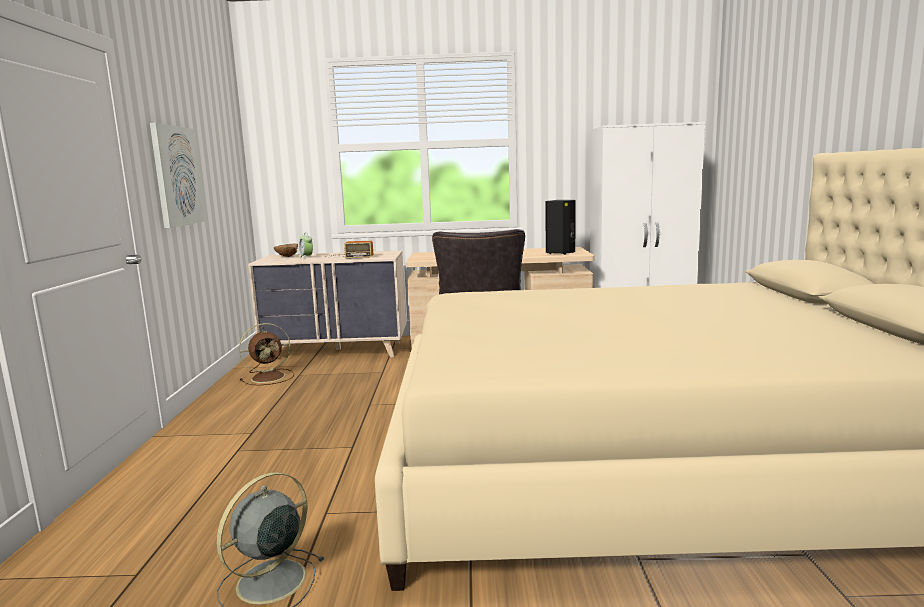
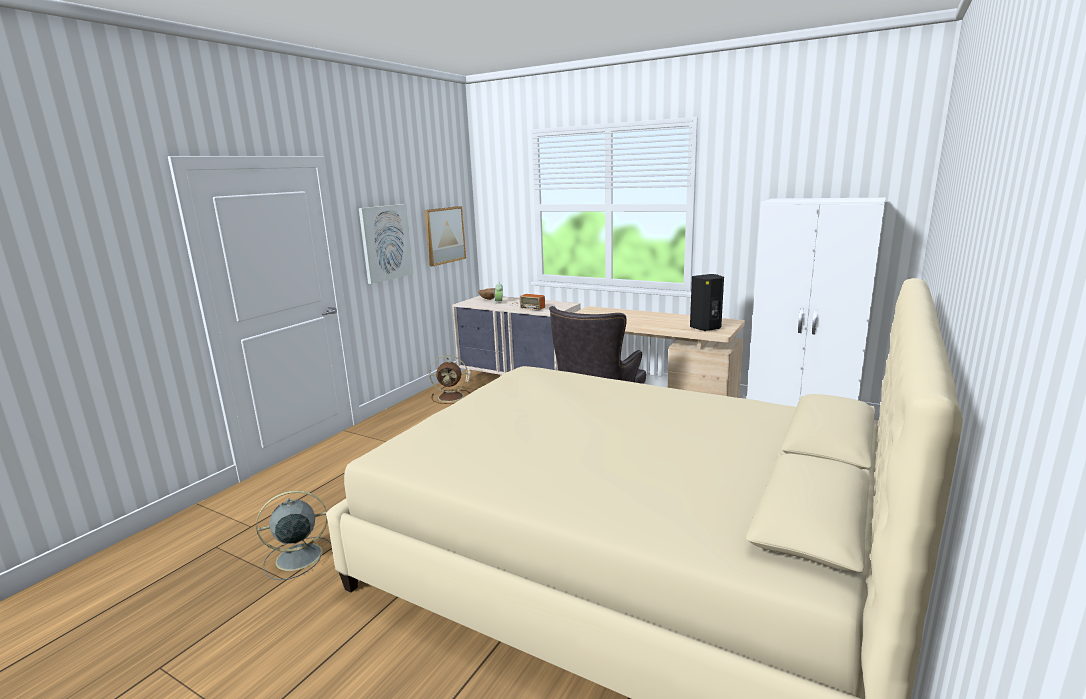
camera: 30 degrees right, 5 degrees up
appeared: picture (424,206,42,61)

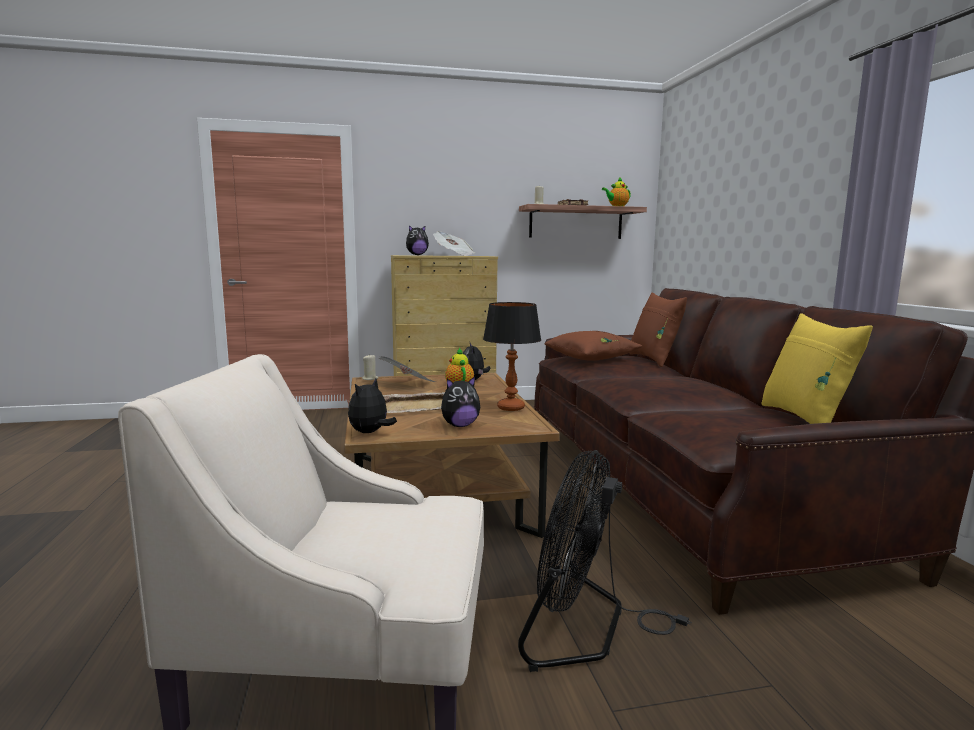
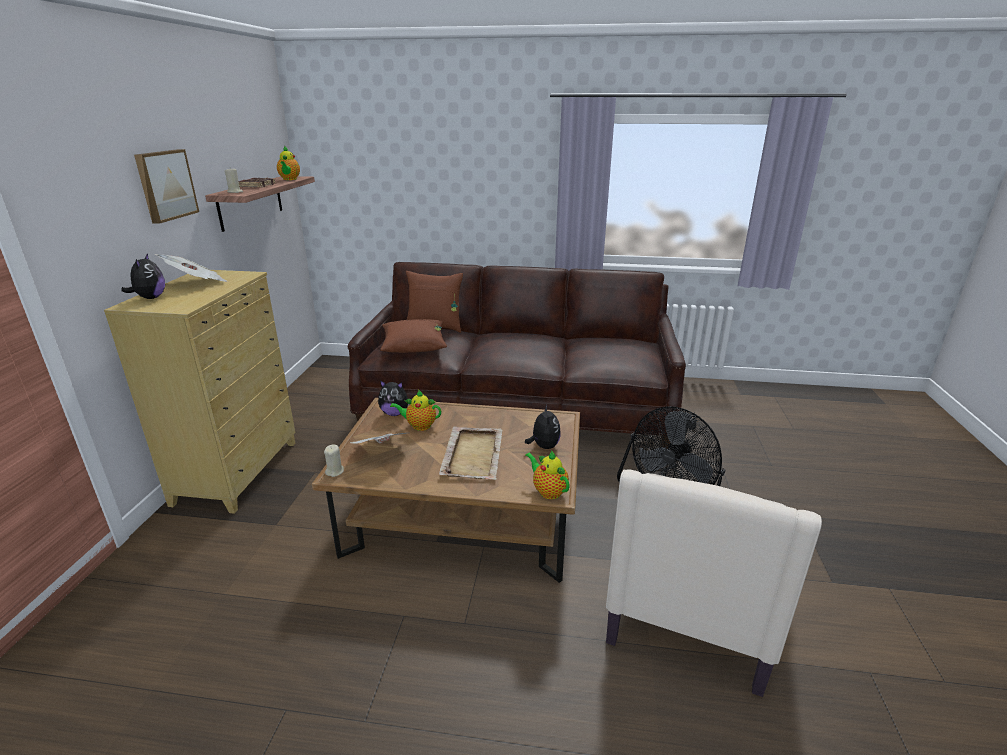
camera: 70 degrees left, 15 degrees up
missing: tabletop lamp (483,302,58,109); yellow-coloured cushion (761,313,112,111)
appeared: picture (134,149,65,75)
exchanged: cuddly toy (348,379,49,54) to tea pot (525,450,45,49)

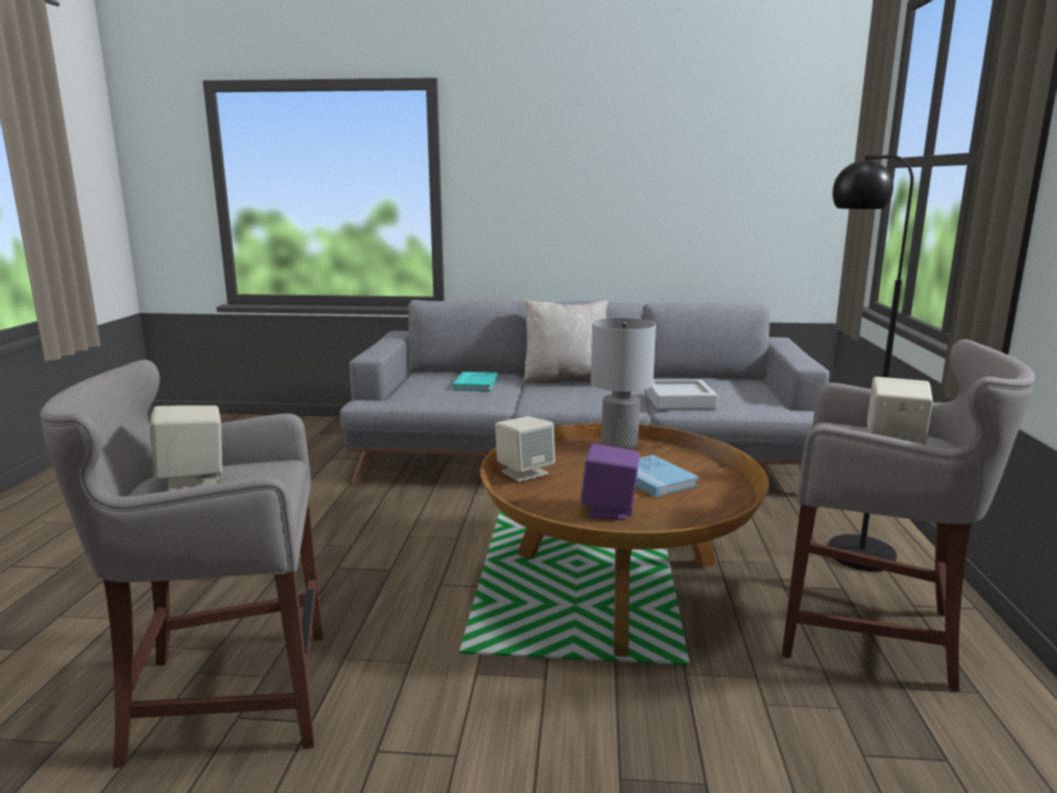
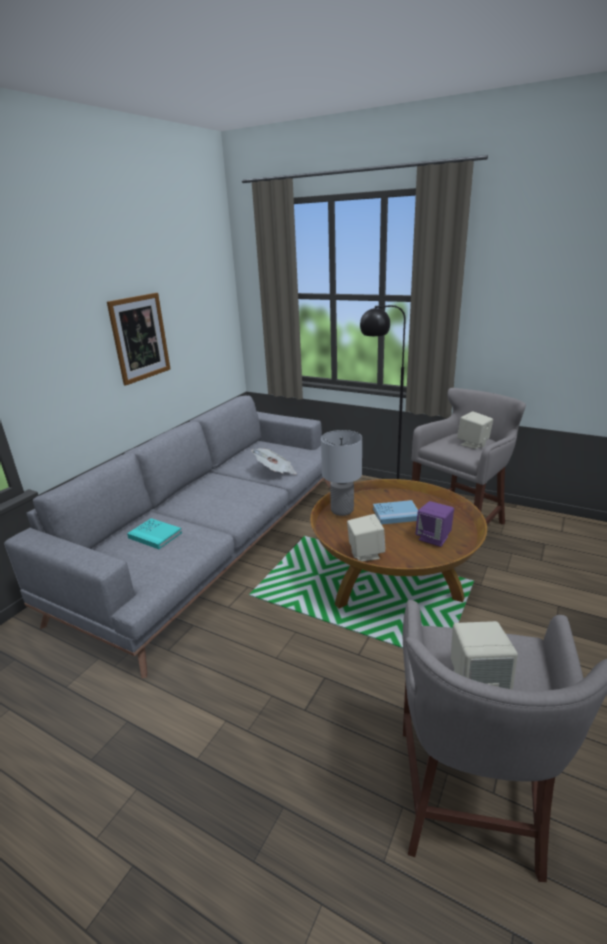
camera: 65 degrees left, 10 degrees up
missing: beige cushion (522,300,86,84)
appeared: picture (107,293,63,93)
exchanged: grey tray (646,379,71,30) to newspaper (251,448,46,26)

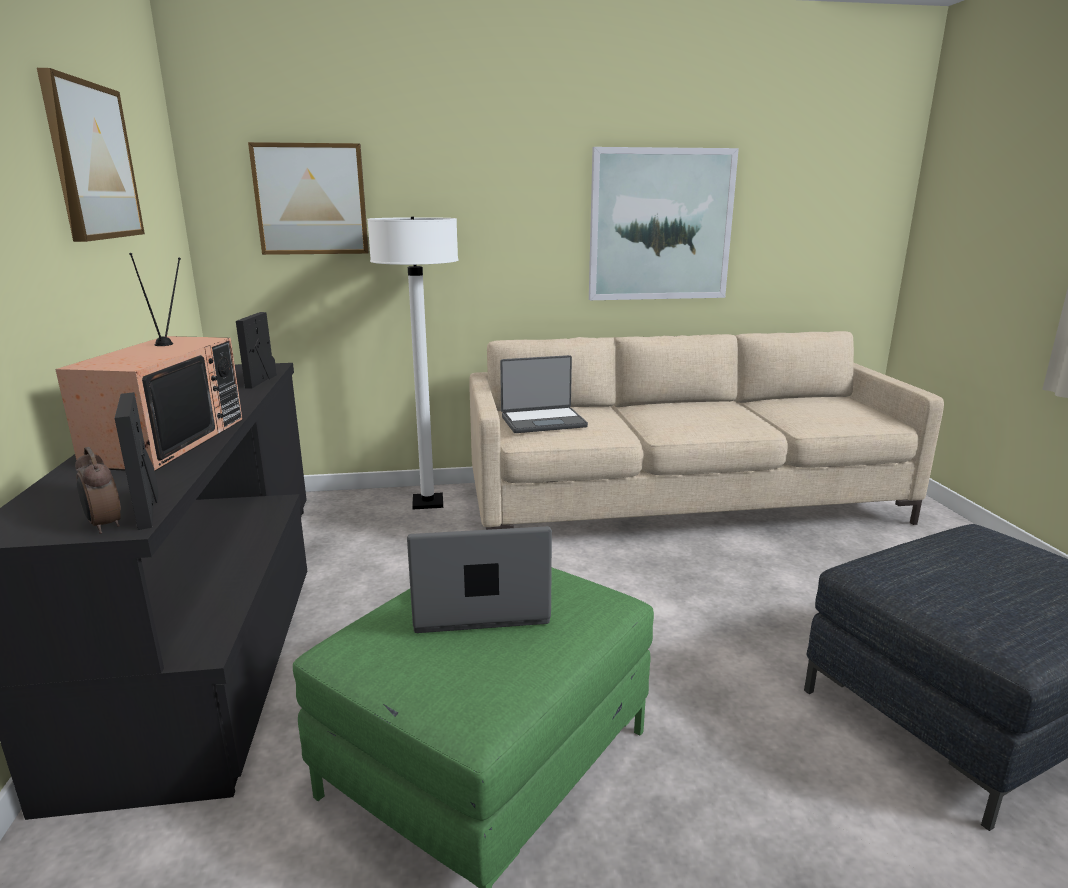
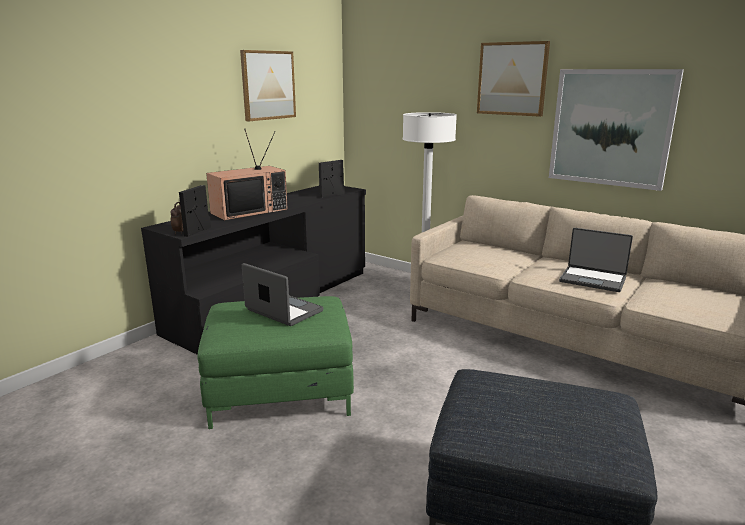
camera: 45 degrees right, 0 degrees up
relocated: picture (248,142,121,113) to (477,41,73,76); notebook computer (500,355,88,78) to (559,228,74,64)

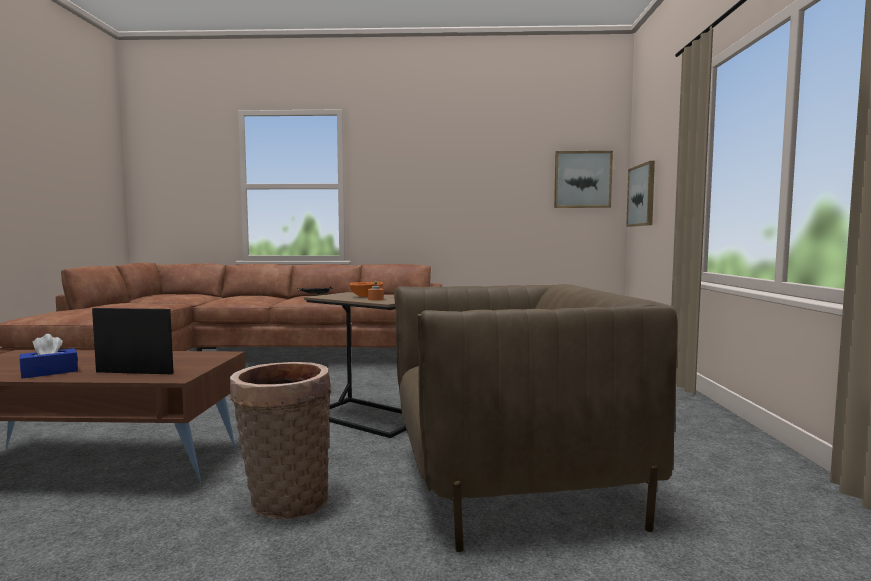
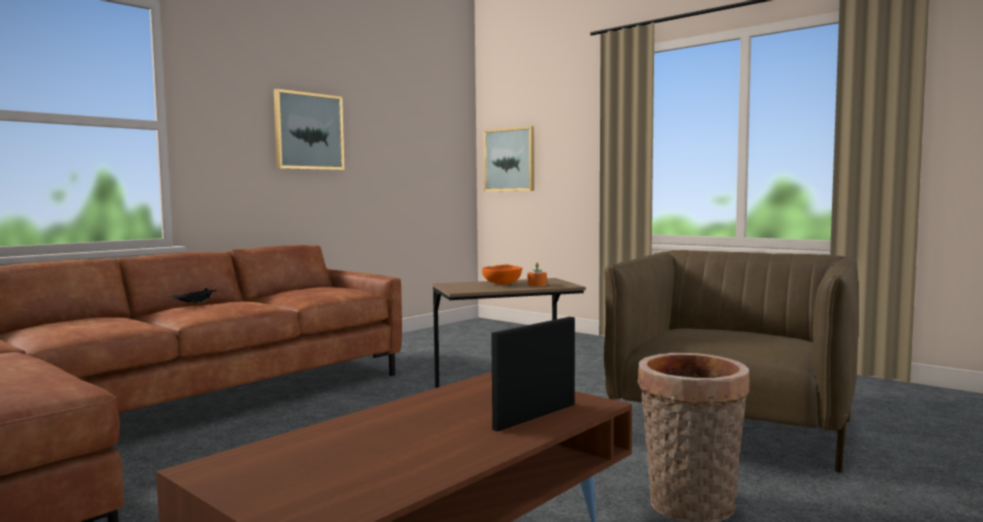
camera: 50 degrees left, 0 degrees up
missing: blue tissue holder (20,334,58,44)
relocated: picture (554,151,59,57) to (274,89,71,81)

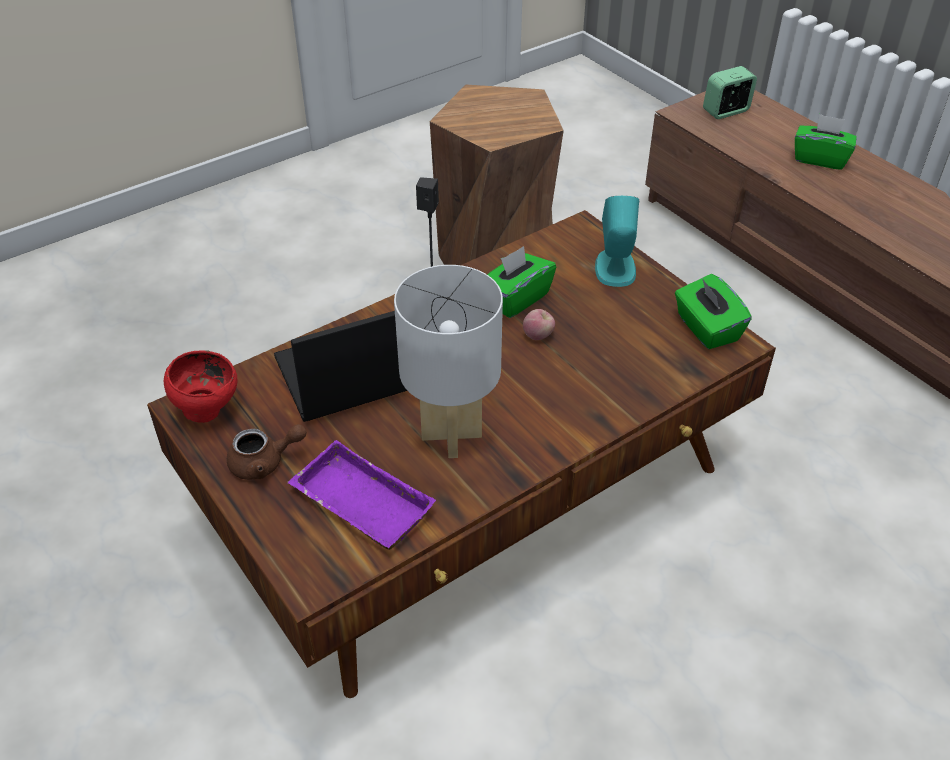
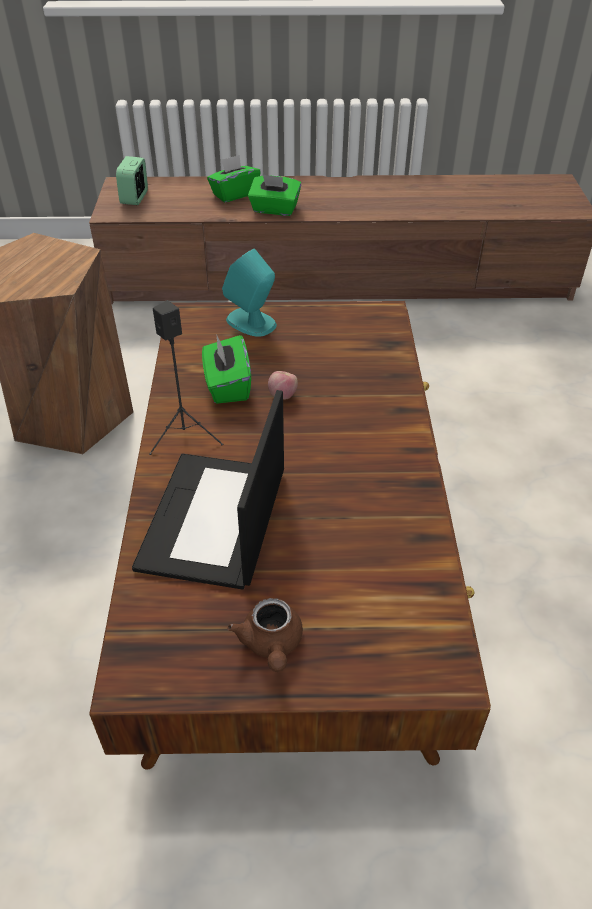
camera: 55 degrees left, 0 degrees up
missing: reddish serving bowl (164,350,74,73); purple tray (288,440,148,110); white tabletop lamp (394,265,109,193)
relocated: green tissue holder (675,274,77,75) to (248,174,53,42)
spun: brown-coloured tea pot (227,424,80,56) = (227,598,76,74) 150 degrees clockwise

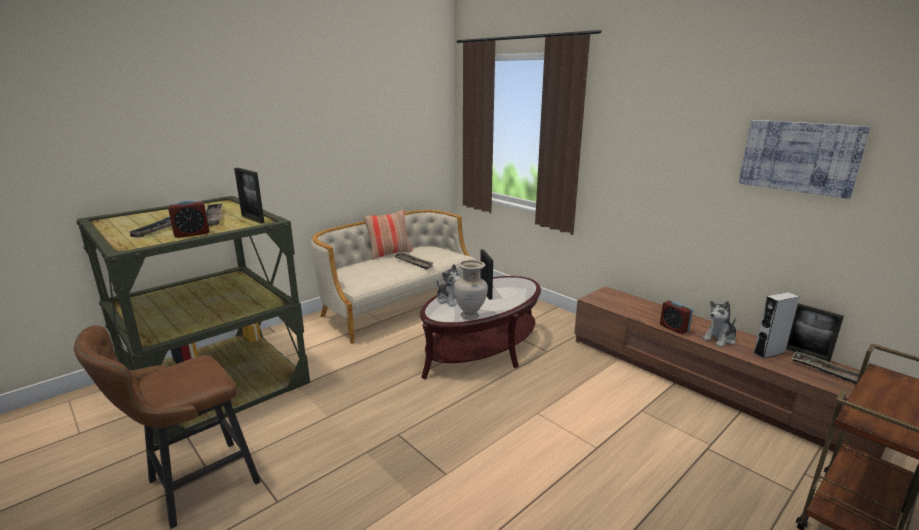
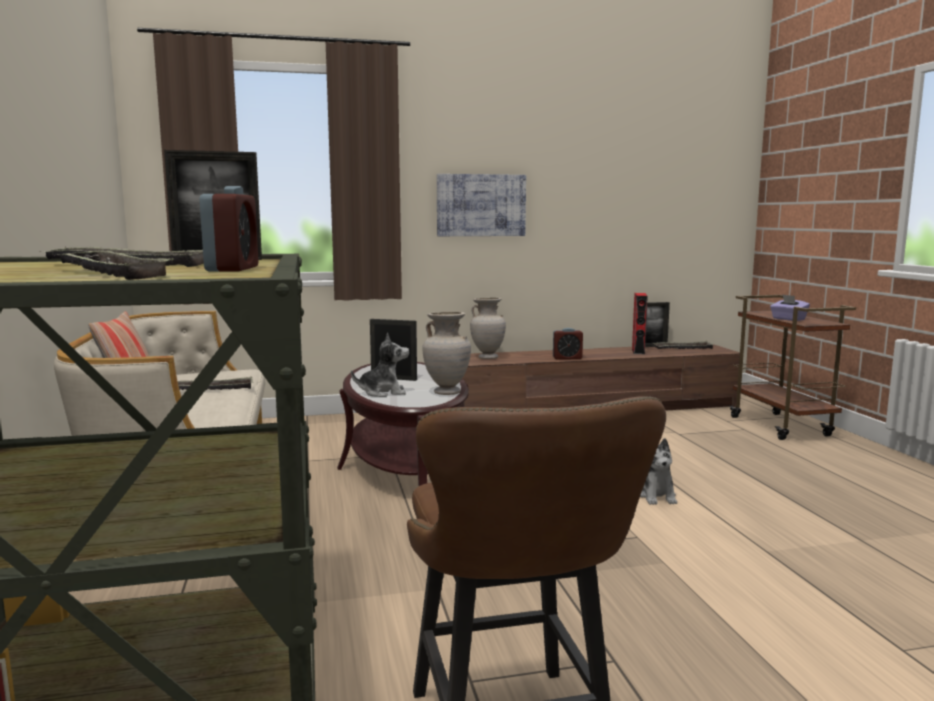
camera: 60 degrees left, 10 degrees down
appeared: beige decorative vase (470,298,36,61); purple tissue holder (770,294,40,27)
relocated: cuddly toy (702,301,34,46) to (640,438,37,67); picture (739,120,131,79) to (437,174,89,62)
colour: grey loudspeaker (754,292,46,67) to reddish loudspeaker (632,293,16,61)

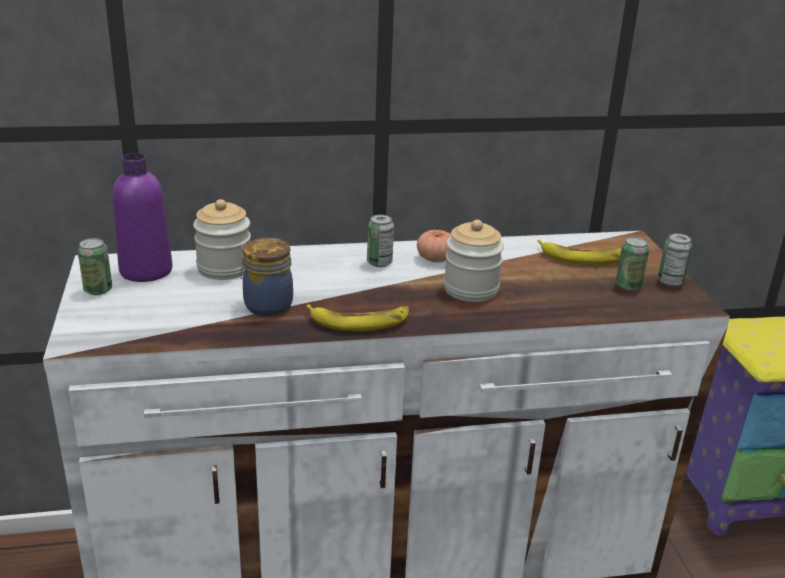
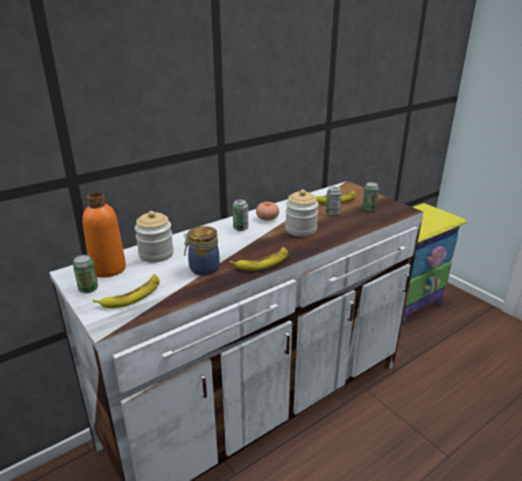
camera: 25 degrees left, 0 degrees up
appeared: banana (93,274,67,34)
relocated: metal can (658,233,34,54) to (326,186,16,30)
colour: purple drink bottle (113,153,60,129) to orange drink bottle (82,192,44,86)

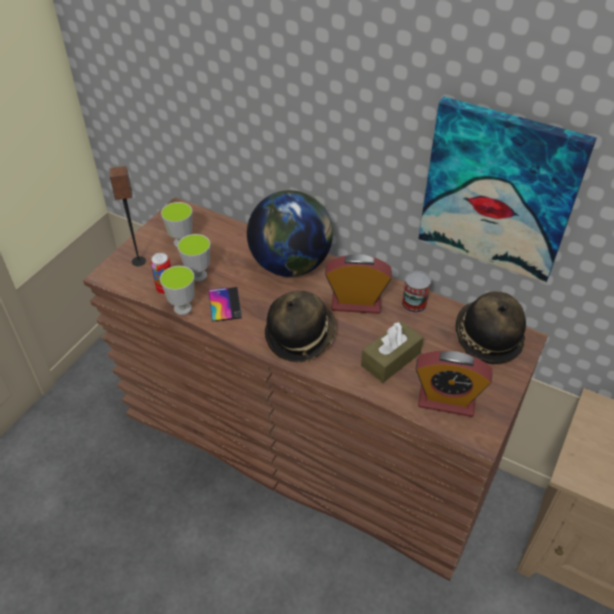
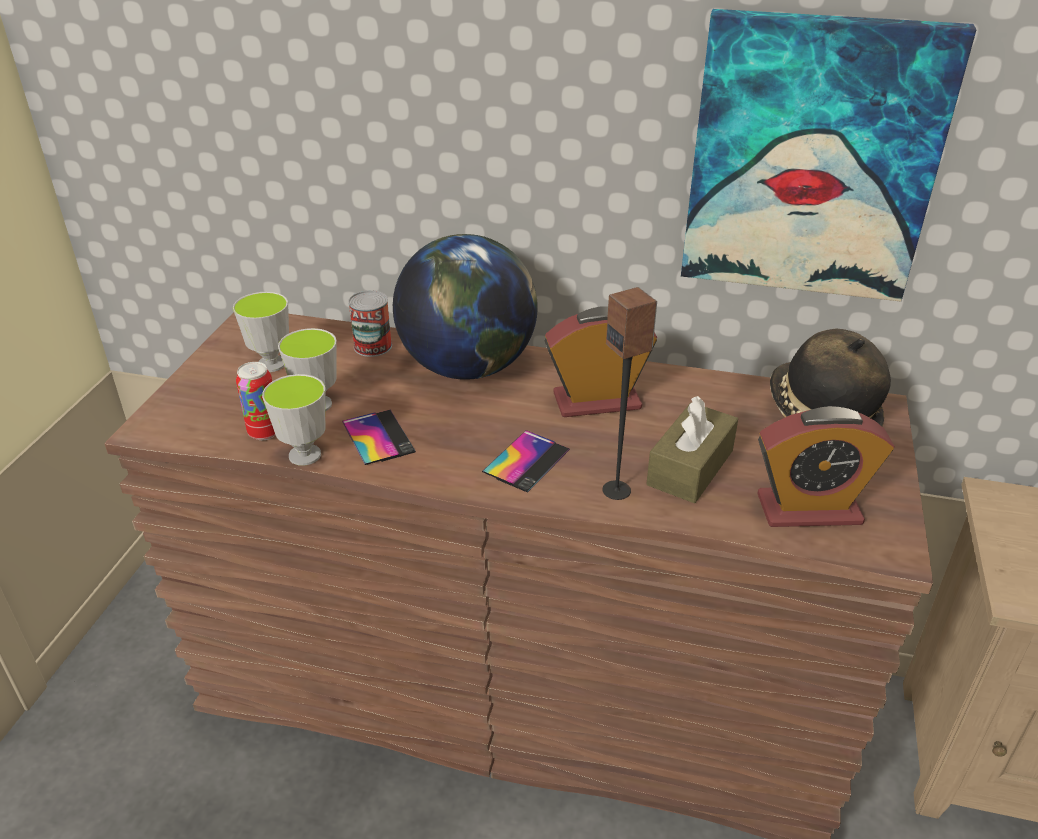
camera: 15 degrees left, 10 degrees down
relocated: loudspeaker (109,166,37,100) to (603,287,54,213); metal can (402,271,29,42) to (348,290,44,67)
exchanged: wearable hat (265,291,71,71) to phone (482,430,88,63)

